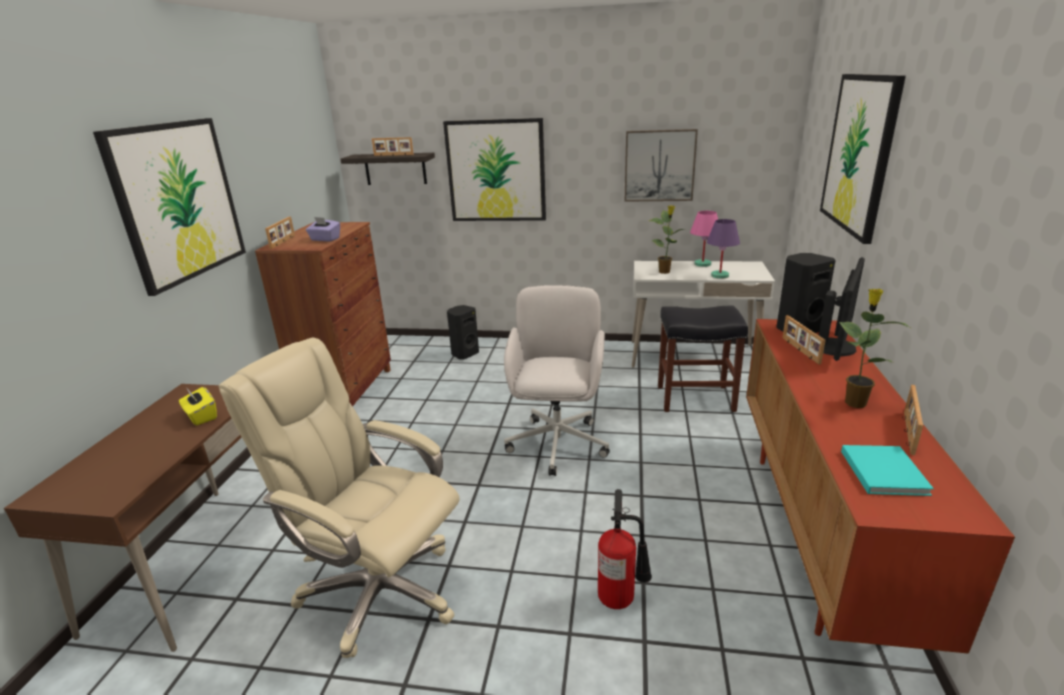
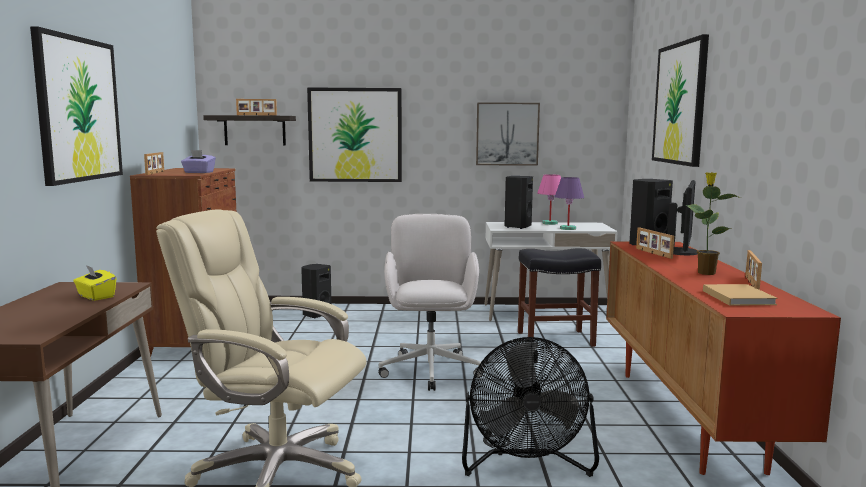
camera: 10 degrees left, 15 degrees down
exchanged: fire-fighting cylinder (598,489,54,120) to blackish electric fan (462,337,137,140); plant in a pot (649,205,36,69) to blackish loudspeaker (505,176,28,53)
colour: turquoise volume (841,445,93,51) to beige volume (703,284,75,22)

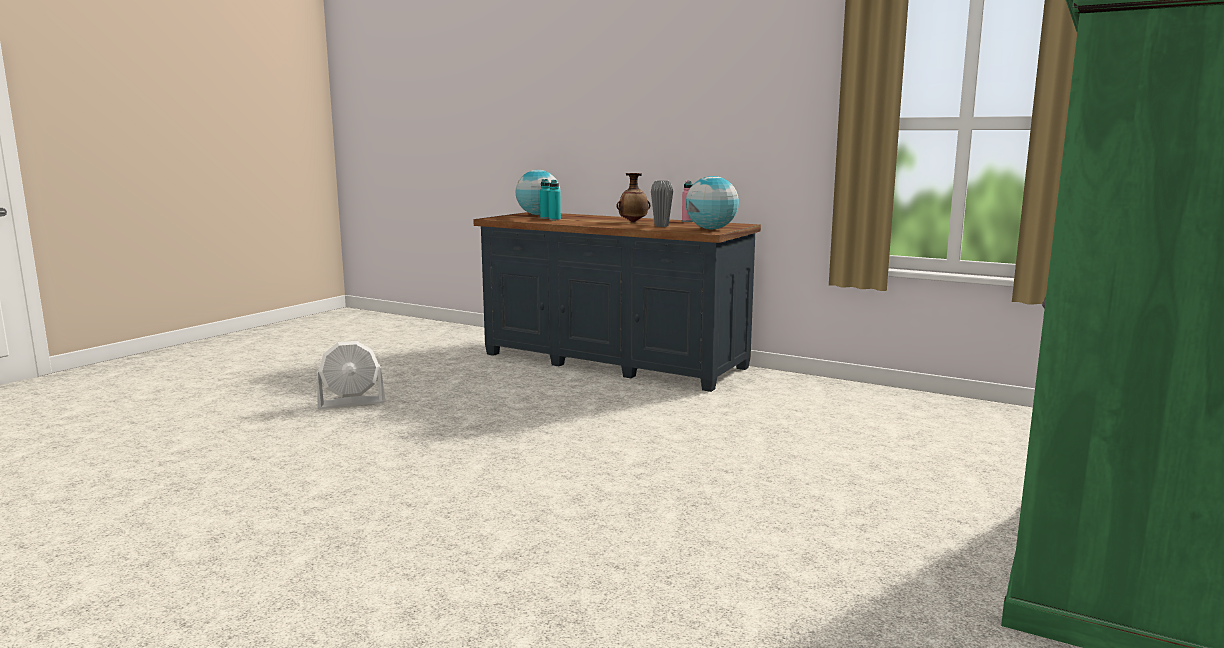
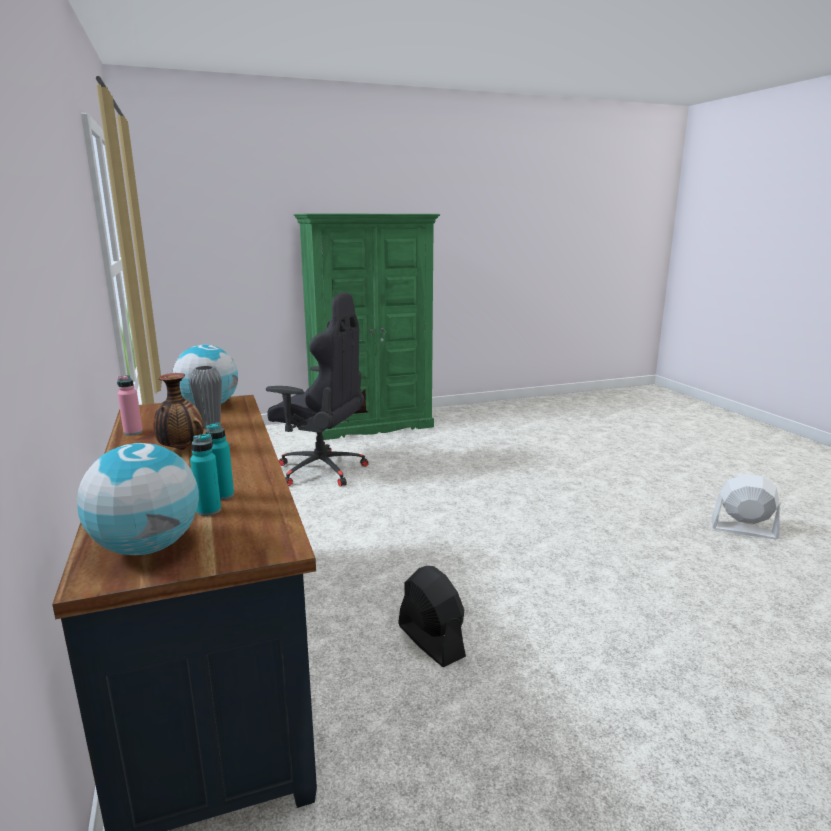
camera: 140 degrees left, 5 degrees up
appeared: blackish desk chair (266,292,103,195); blackish electric fan (398,566,68,101)
relocated: white electric fan (317,341,68,68) to (712,474,69,65)

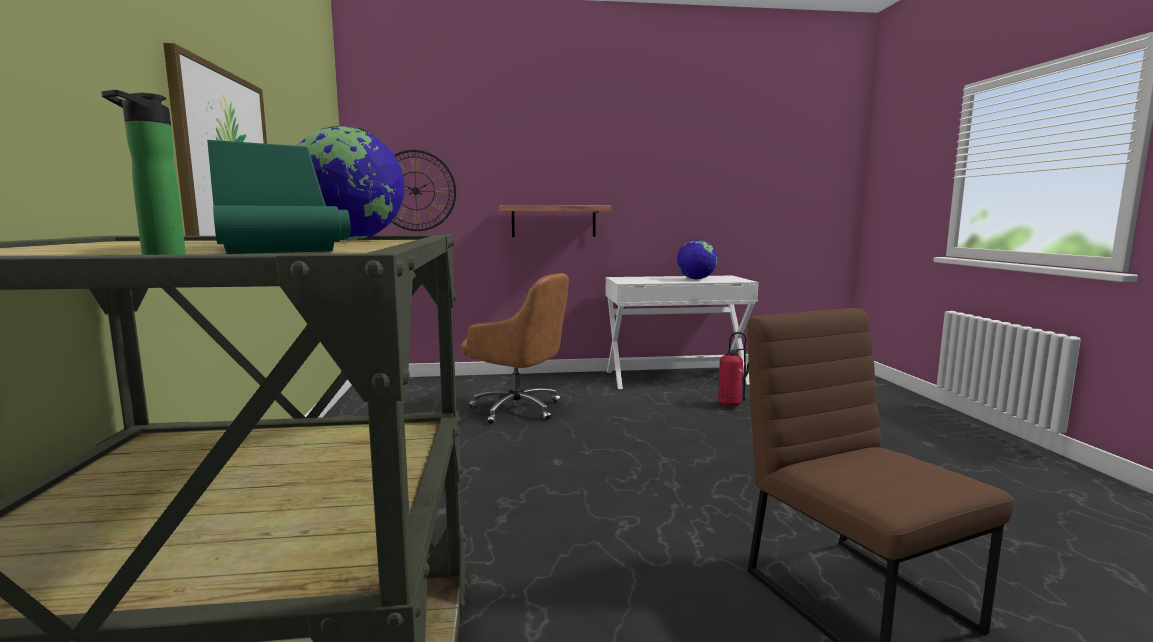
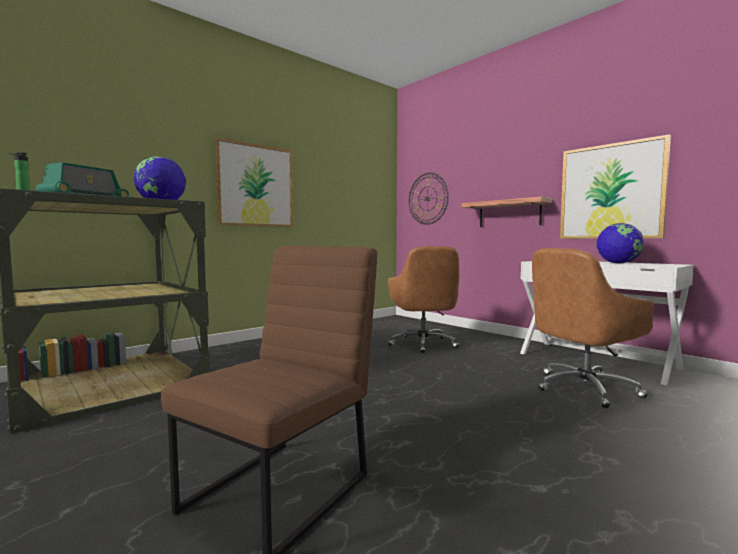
camera: 55 degrees right, 5 degrees down
appeared: picture (560,134,111,105)
exchanged: fire-fighting cylinder (718,332,31,74) to brown-coloured desk chair (532,248,122,160)

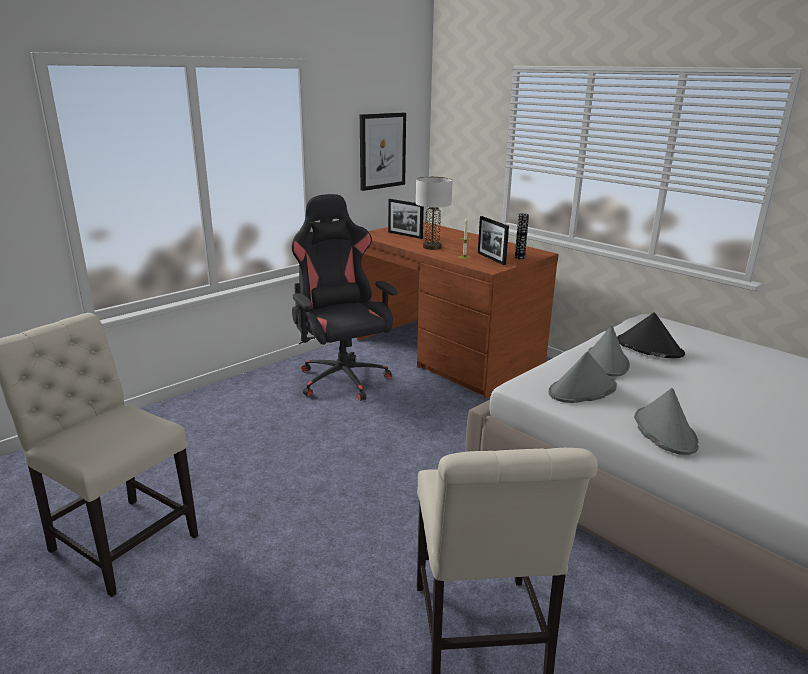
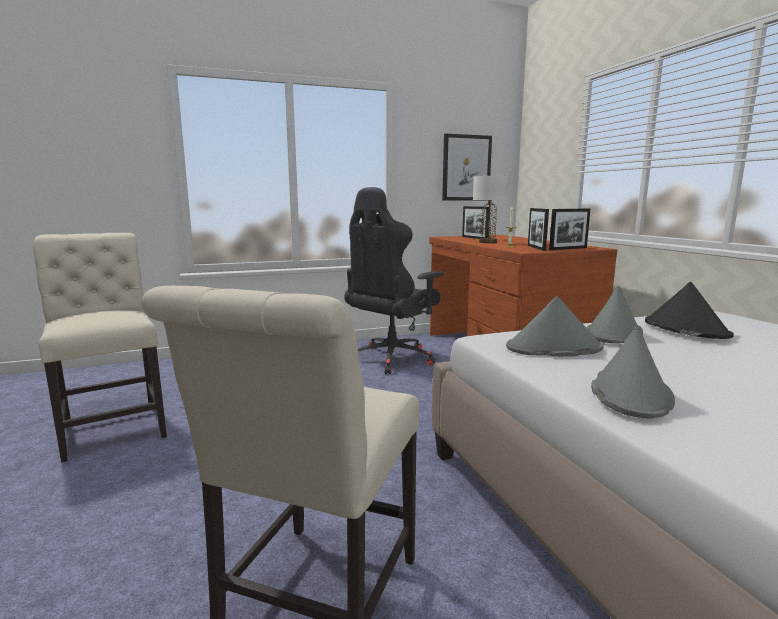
camera: 25 degrees right, 10 degrees down
exchanged: decorative vase (515,213,14,46) to photo frame (549,208,41,42)
spun: blackish desk chair (292,194,105,207) = (344,187,100,187) 135 degrees counterclockwise

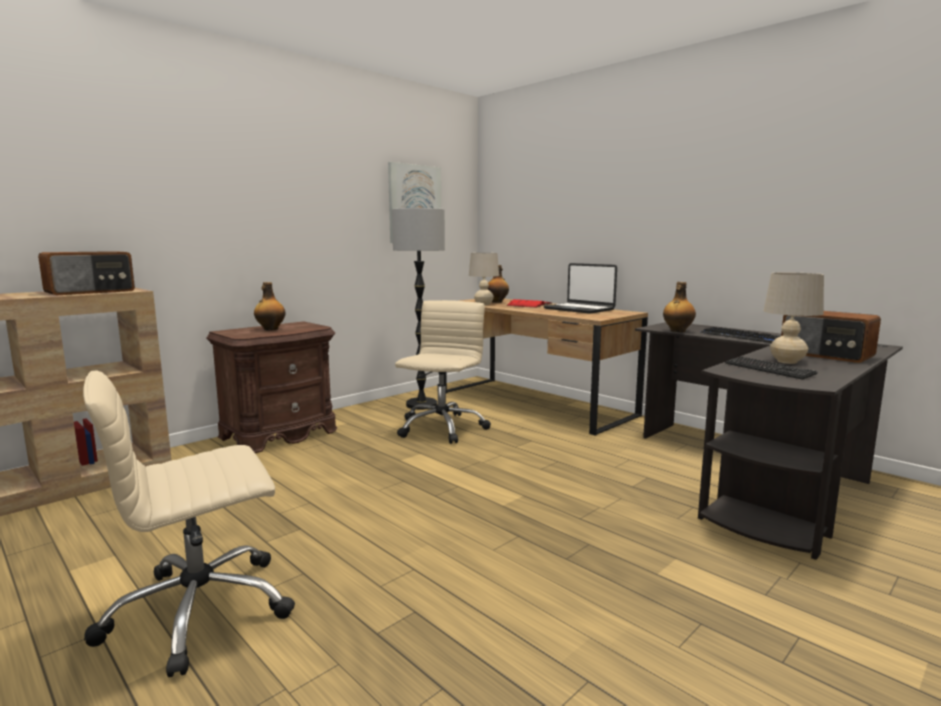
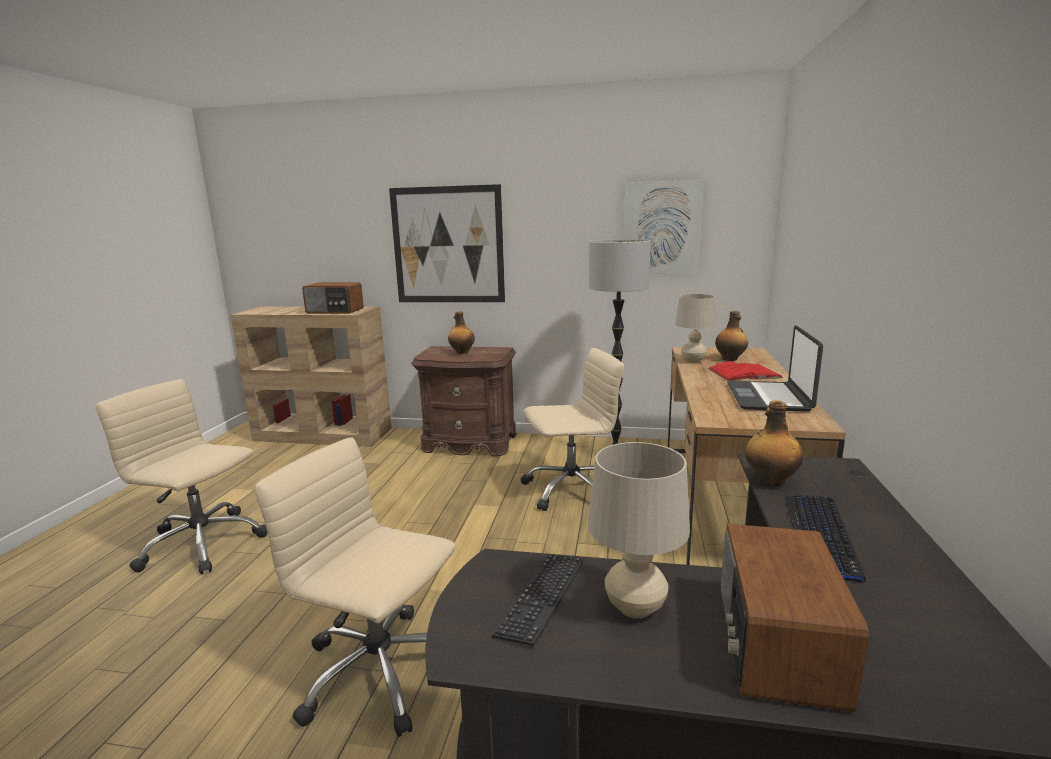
camera: 55 degrees right, 5 degrees up
appeared: beige desk chair (255,437,200,300); picture (389,184,116,118)

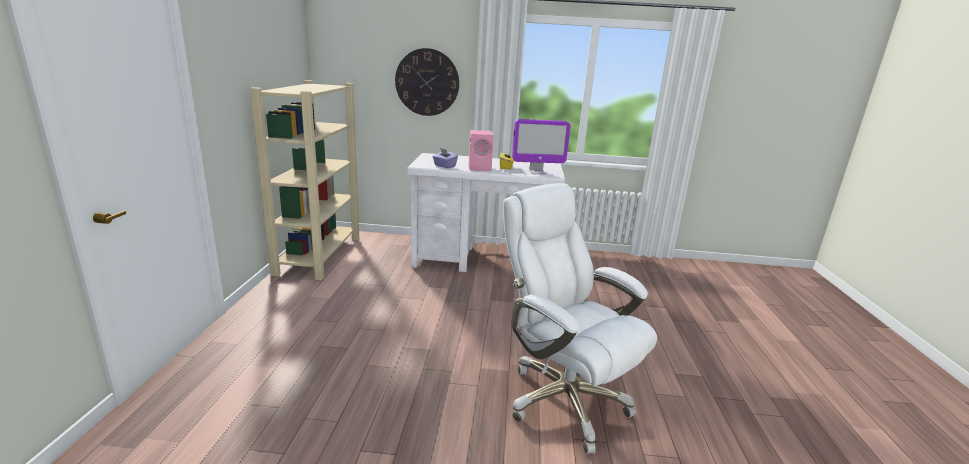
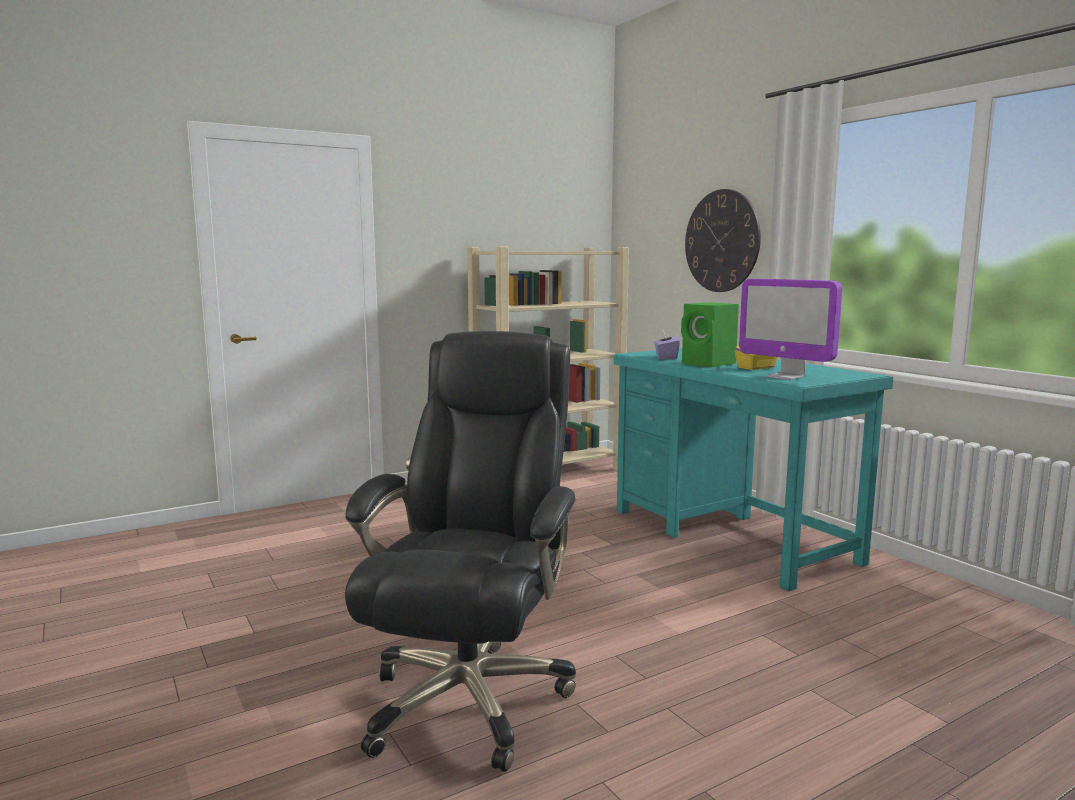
camera: 55 degrees right, 10 degrees down
colour: white desk table (407,153,158,119) to turquoise desk table (614,348,279,243); pink loudspeaker (469,130,25,41) to green loudspeaker (681,302,58,65); white desk chair (503,183,154,271) to blackish desk chair (345,331,231,441)

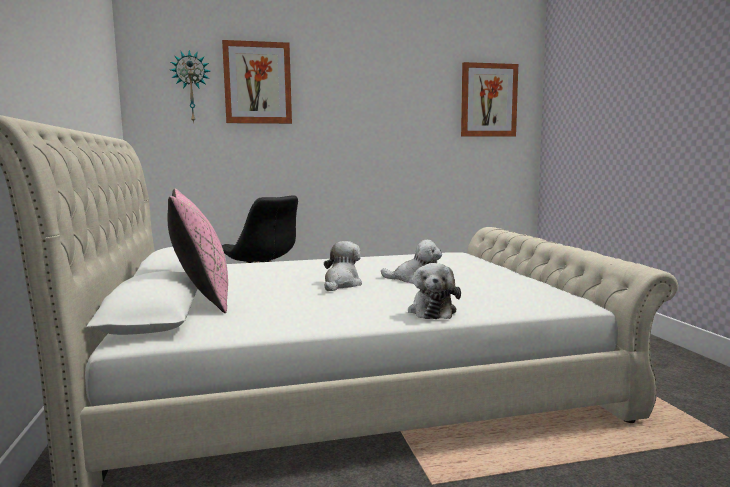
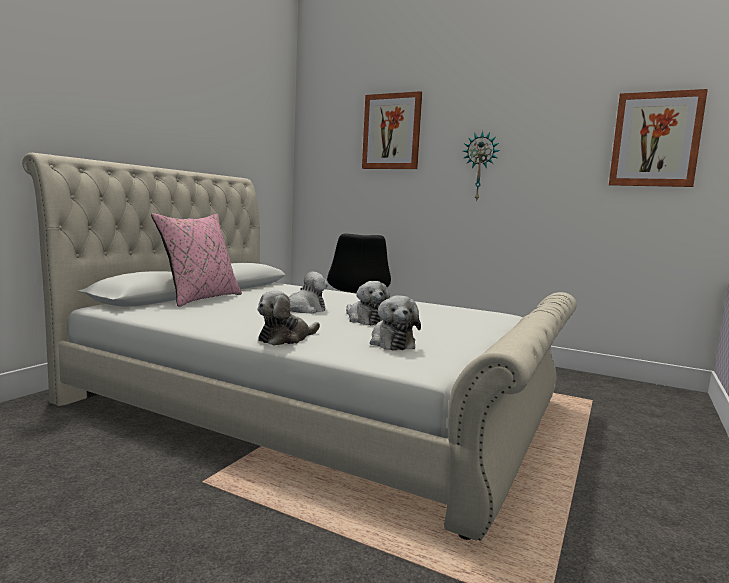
camera: 40 degrees right, 0 degrees up
appeared: cuddly toy (370,295,51,55)
relocated: wall clock (170,50,40,73) to (463,131,37,71)

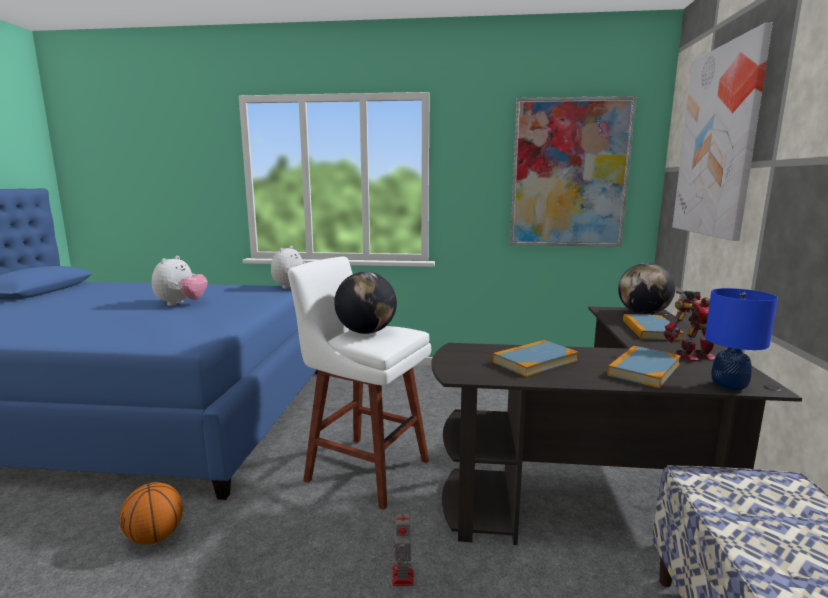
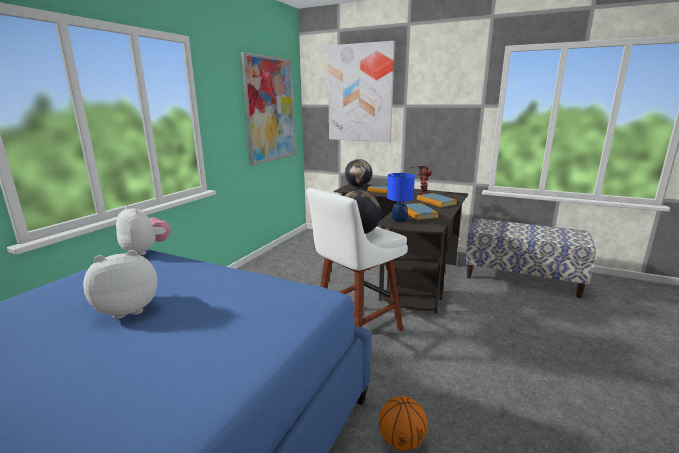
camera: 70 degrees left, 5 degrees up
missing: toy robot (392,510,22,76)
relocated: blue tabletop lamp (705,288,73,103) to (387,173,28,49)
spun: cuddly toy (152,256,55,50) = (83,250,75,69) 60 degrees counterclockwise

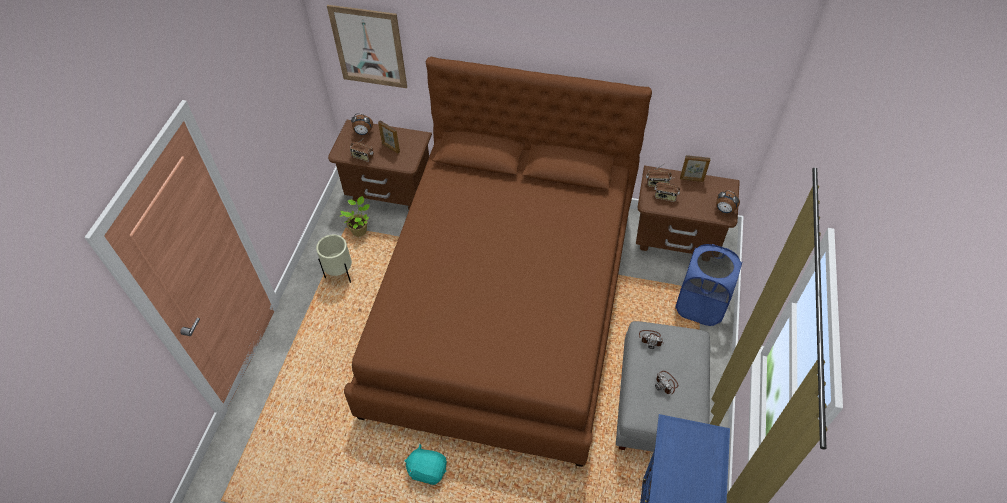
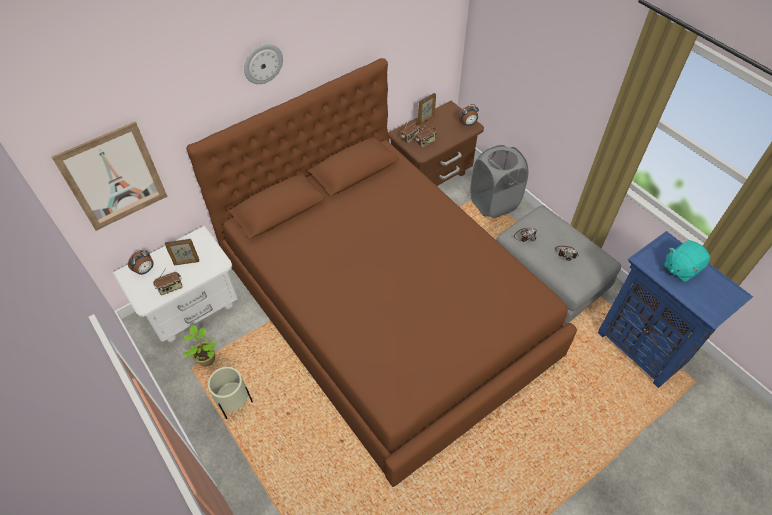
camera: 50 degrees left, 0 degrees up
appeared: wall clock (244,44,39,40)
relocated: turquoise cuddly toy (404,444,43,41) to (664,240,46,43)
colour: brown-coloured night table (328,120,104,90) to white night table (112,226,126,116); blue washing basket (675,244,67,82) to grey washing basket (470,145,58,73)

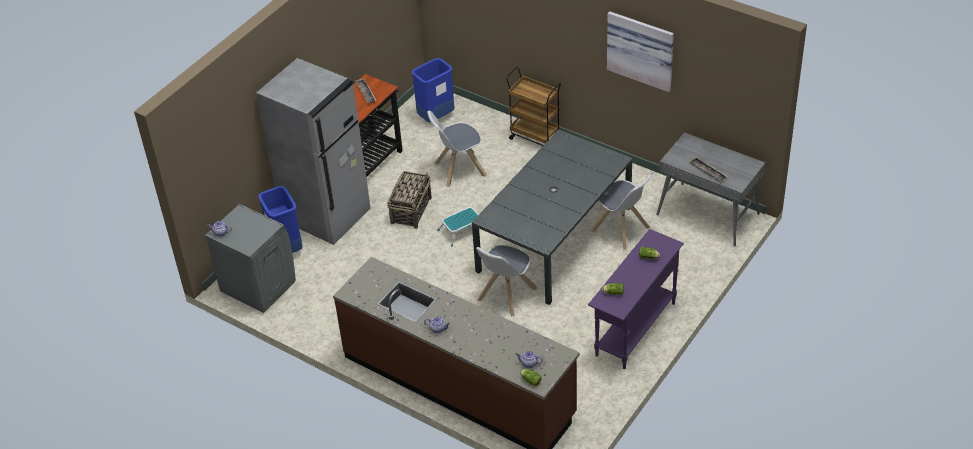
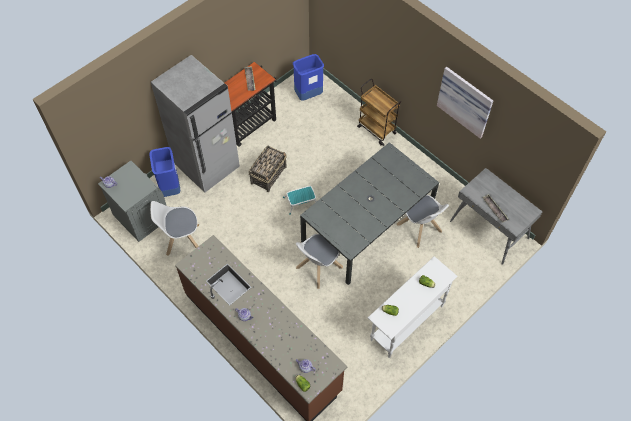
camera: 10 degrees right, 15 degrees up
relocated: upright chair (427,111,60,76) to (150,201,50,55)
colour: purple hall table (588,229,96,140) to white hall table (368,256,90,102)

